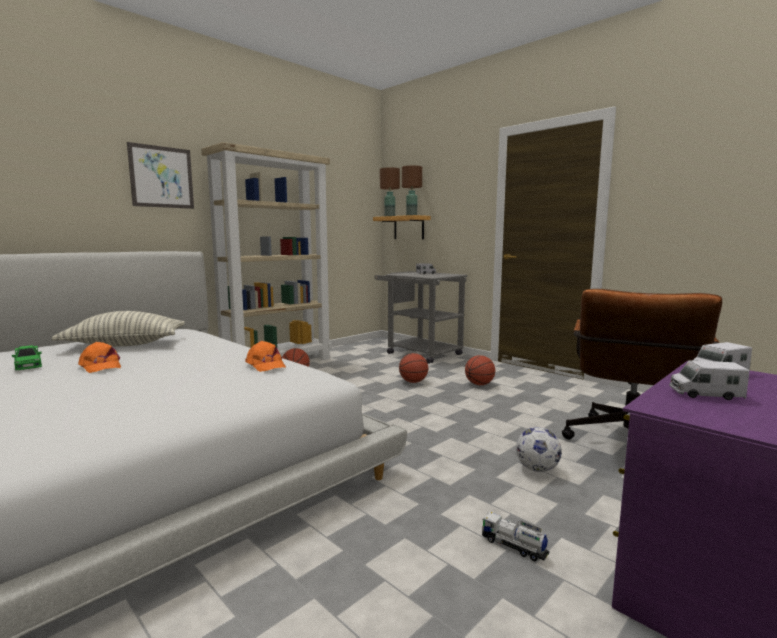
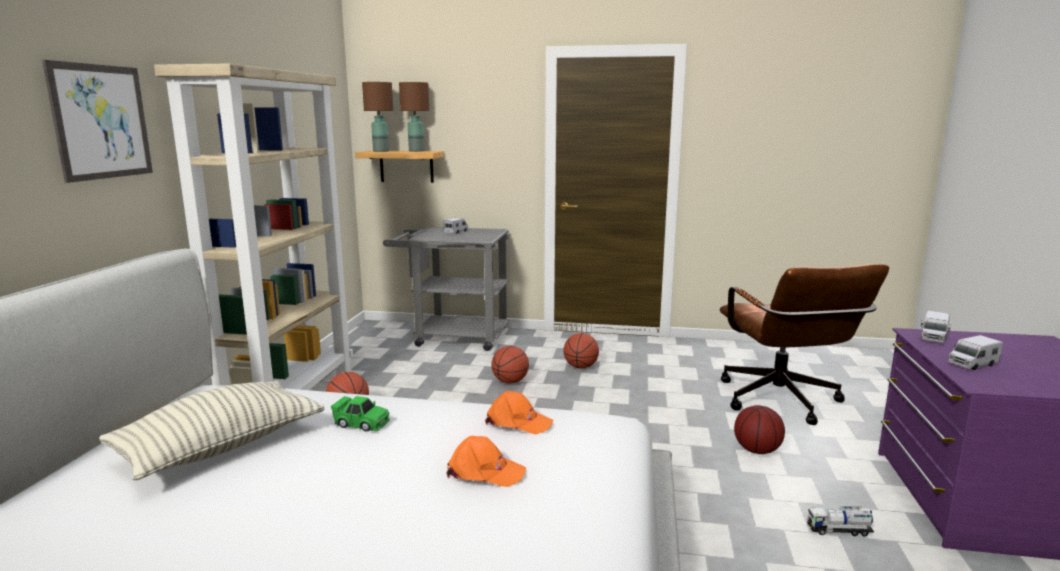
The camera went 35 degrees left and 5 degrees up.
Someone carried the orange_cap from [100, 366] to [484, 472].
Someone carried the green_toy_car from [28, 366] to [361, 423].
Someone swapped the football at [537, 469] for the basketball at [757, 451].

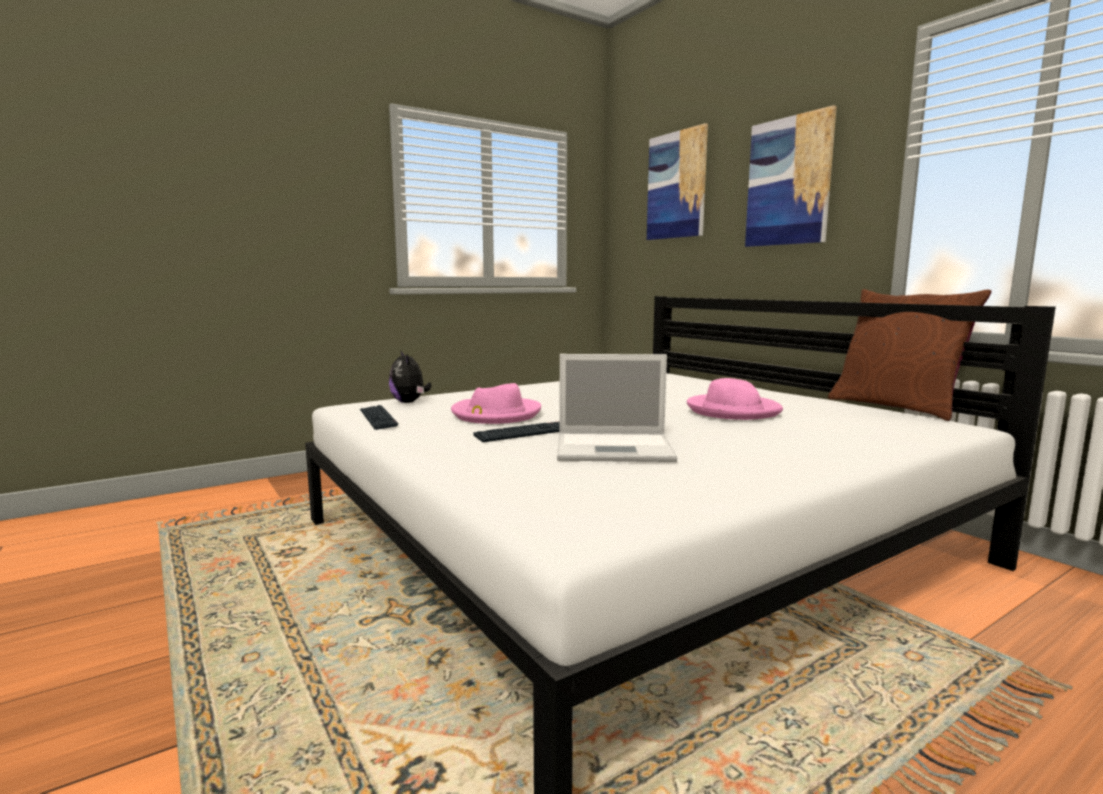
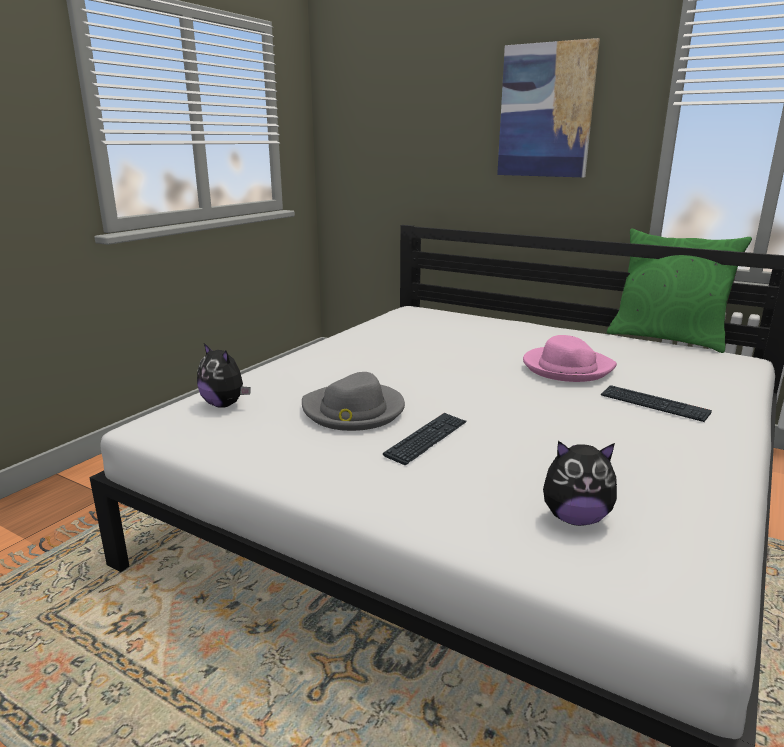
The camera went 25 degrees left and 10 degrees up.
Someone took away the picture at [676, 185].
Someone repainted the brown_pillow at [896, 407], which became the green_pillow at [667, 338].
Someone took away the laptop at [616, 448].
Someone repainted the pink_hat at [495, 414], which became the grey_hat at [353, 411].
Someone carried the keyboard from [378, 418] to [653, 405].
Someone put down the plush_toy at [575, 518].

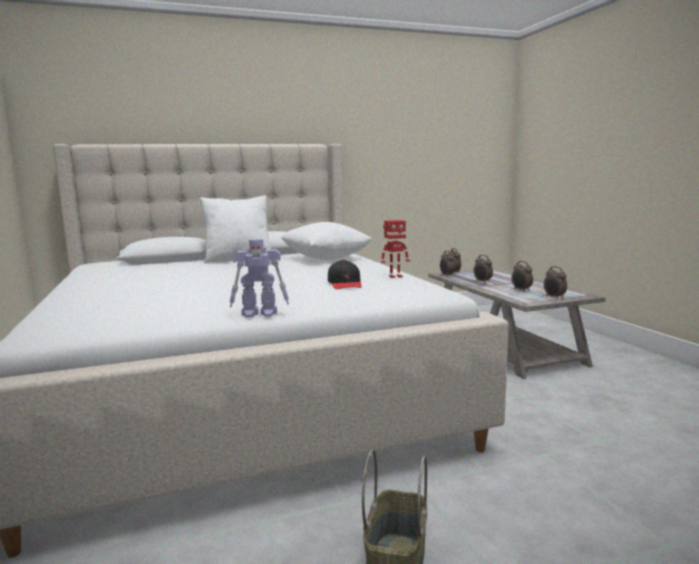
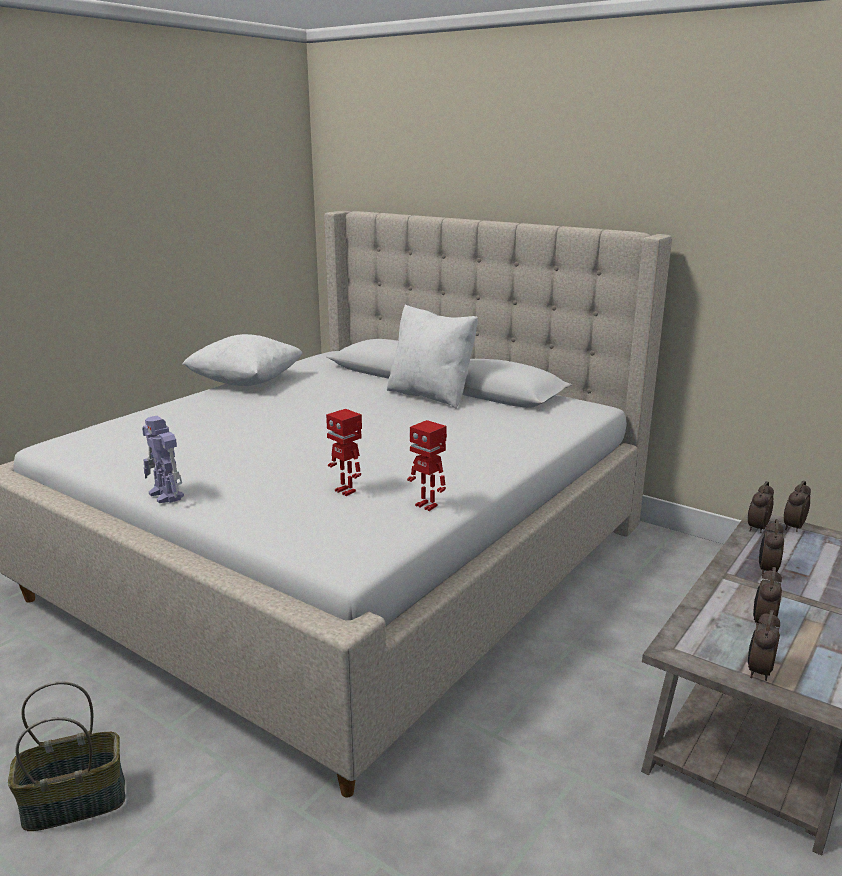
The camera went 55 degrees right and 10 degrees up.
Someone carried the white_pillow from [325, 259] to [246, 382].
Someone swapped the black_cap at [345, 284] for the toy_robot at [346, 491].

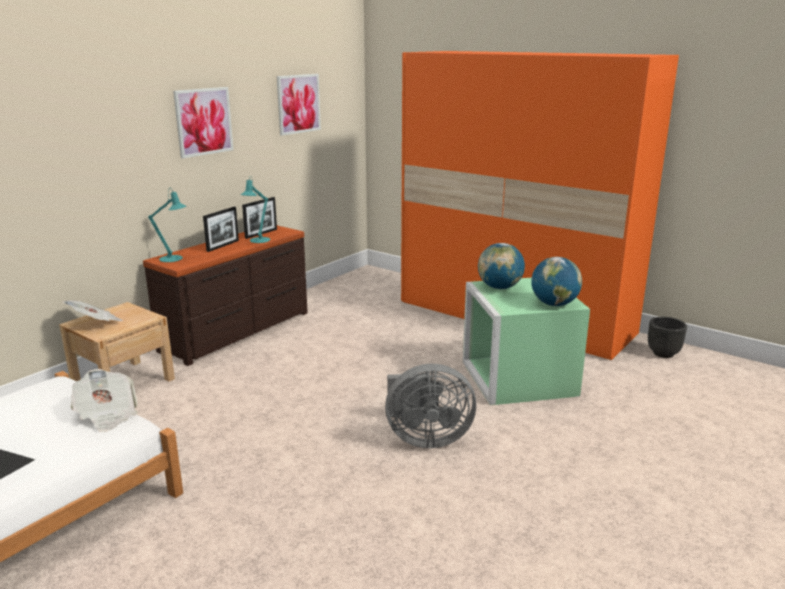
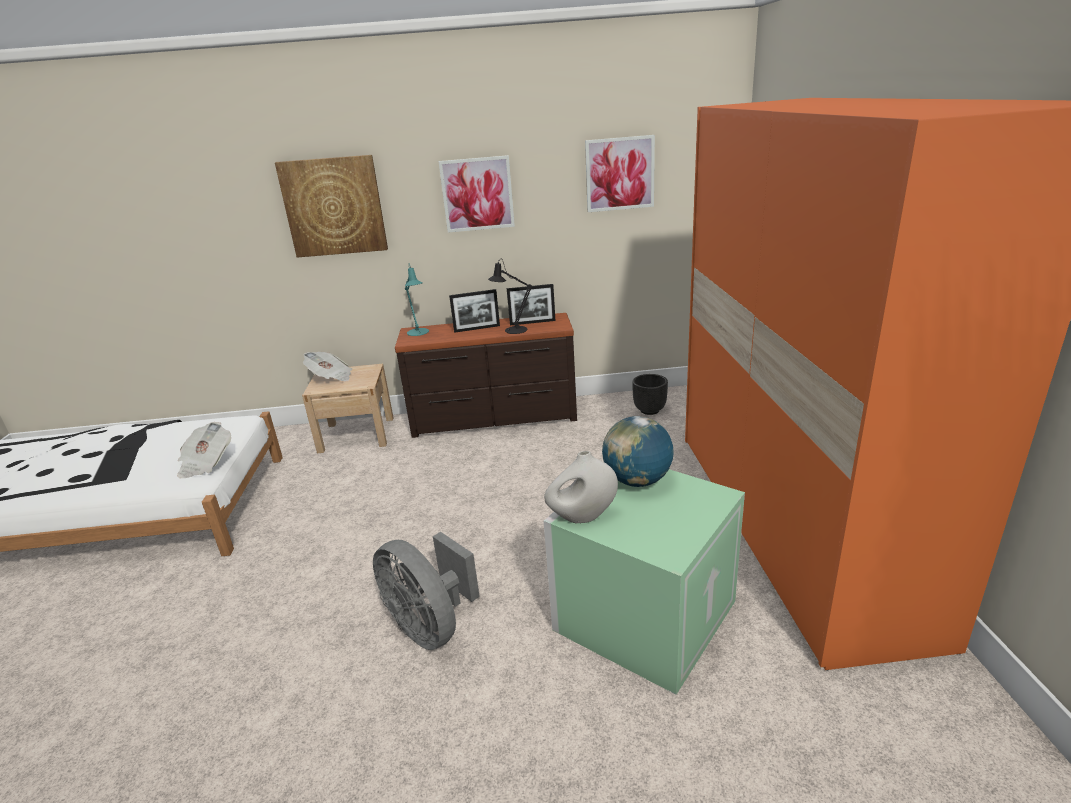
The camera went 50 degrees right and 5 degrees up.
Someone repainted the turquoise_table_lamp at [258, 241], which became the black_table_lamp at [512, 330].
Someone took away the globe at [554, 304].
Someone carried the black_planter from [663, 353] to [650, 410].
Someone put up the picture at [334, 206].
Someone put down the white_vase at [582, 517].

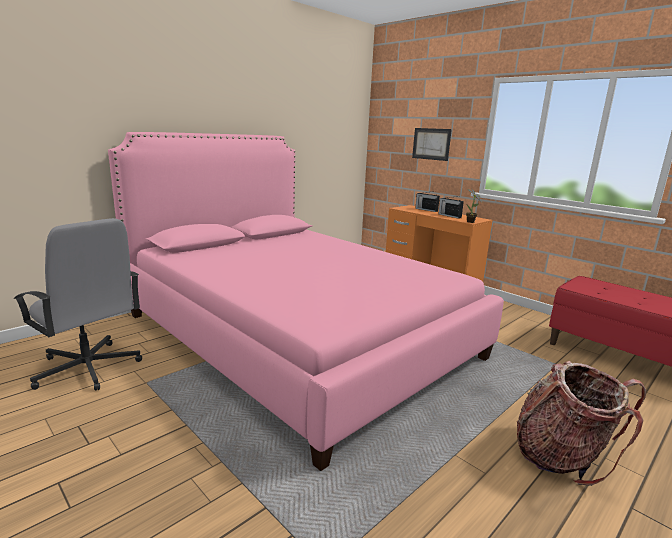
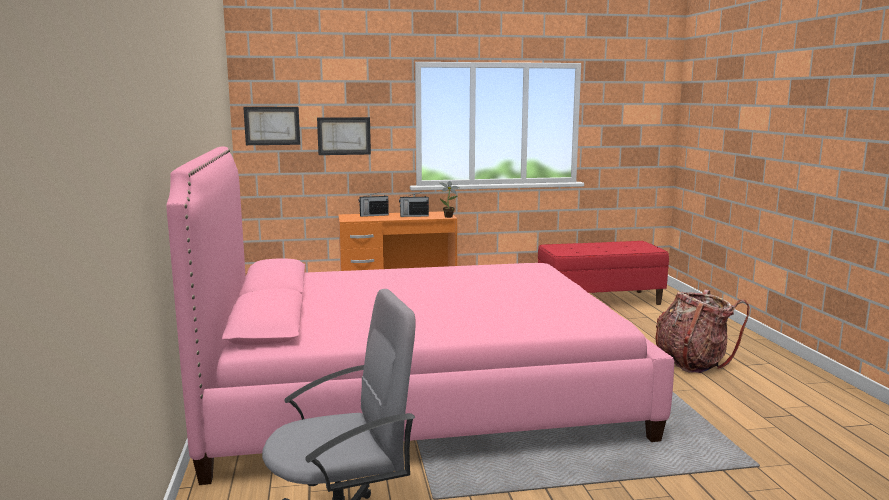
The camera went 55 degrees left and 5 degrees down.
Someone put up the picture at [272, 125].

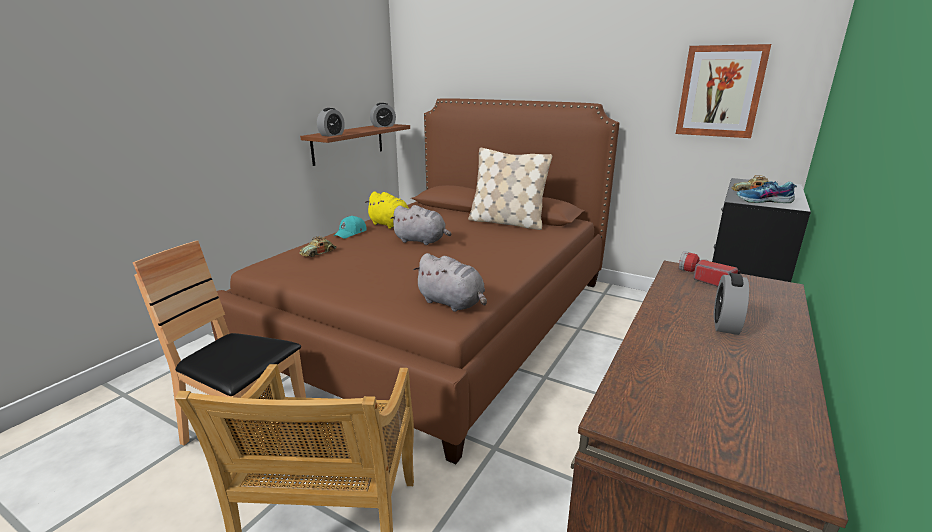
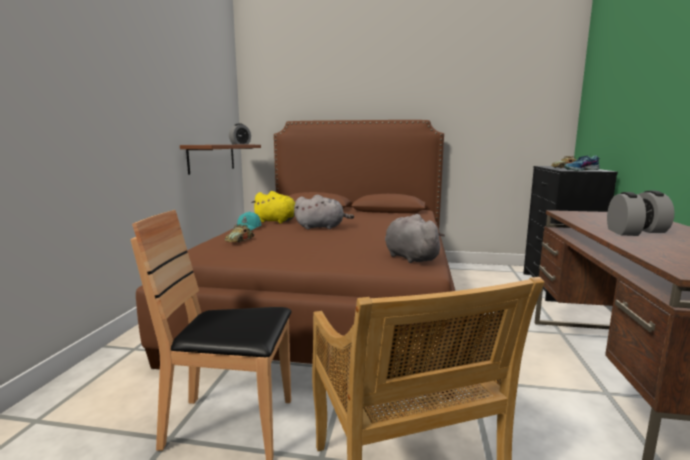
The camera went 20 degrees left and 10 degrees down.
Someone took away the picture at [720, 91].
Someone carried the alarm_clock from [332, 135] to [622, 232].
Someone took away the beige_pillow at [507, 222].
Someone took away the flashlight at [704, 278].
Someone rotated the grey_plush_toy at [452, 303] by 135 degrees counterclockwise.

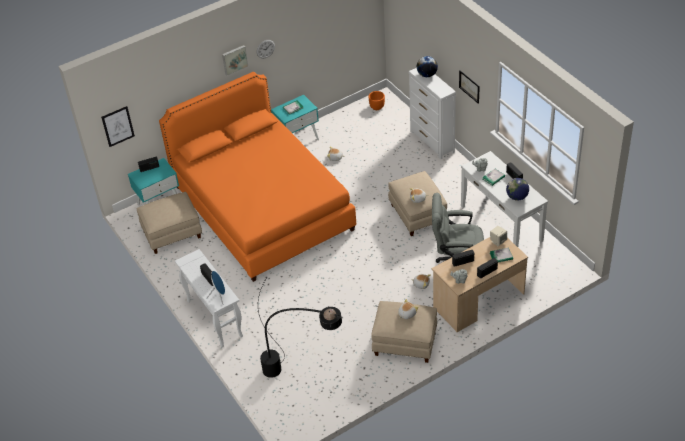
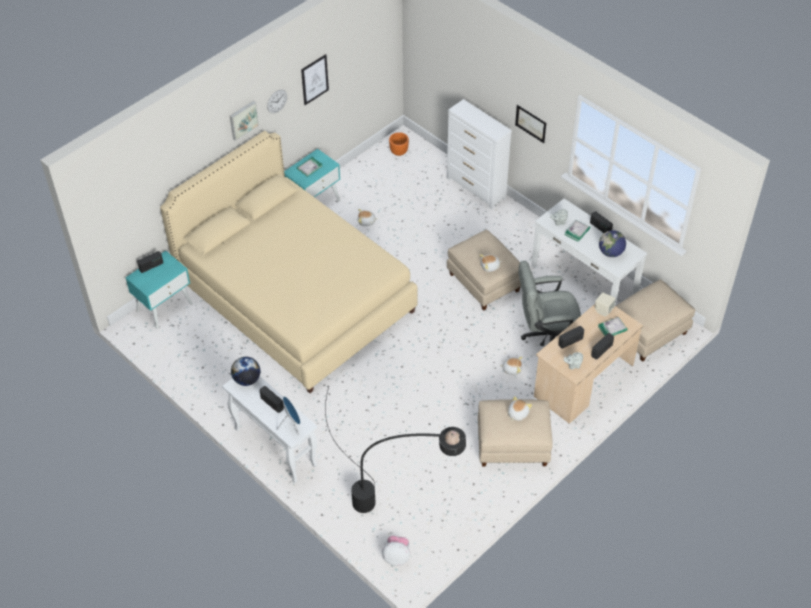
The camera went 15 degrees left and 5 degrees up.
Someone carried the globe from [427, 75] to [247, 379].
Someone repainted the orange_bed at [262, 208], which became the beige_bed at [295, 297].
Someone carried the picture from [118, 126] to [314, 79].
Someone carried the beige_ottoman from [172, 234] to [649, 333].
Someone put down the plush_toy at [396, 556].

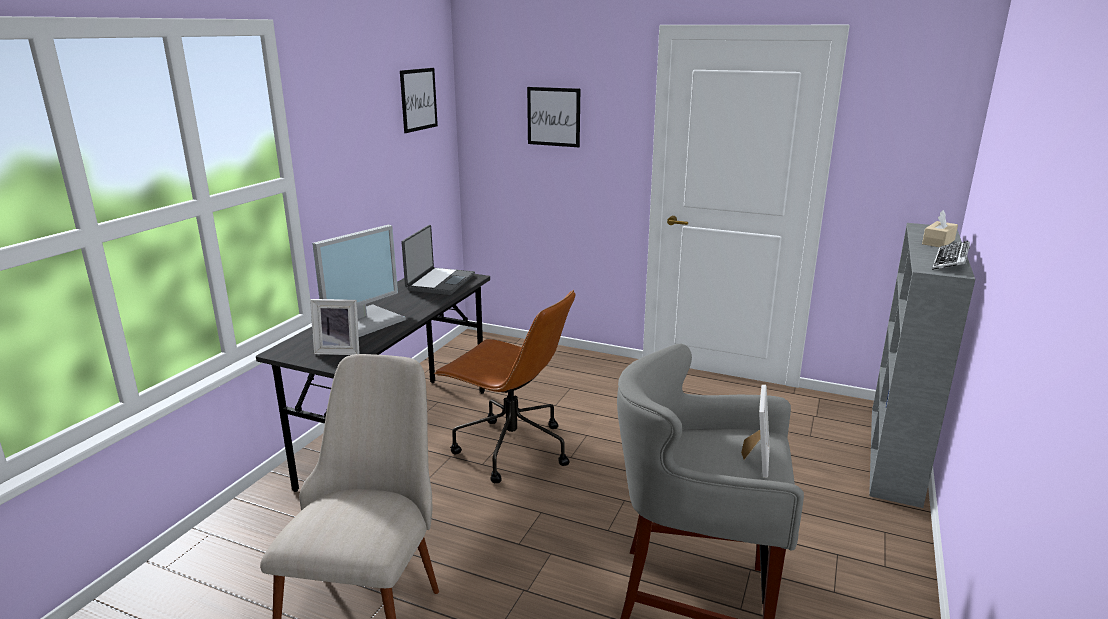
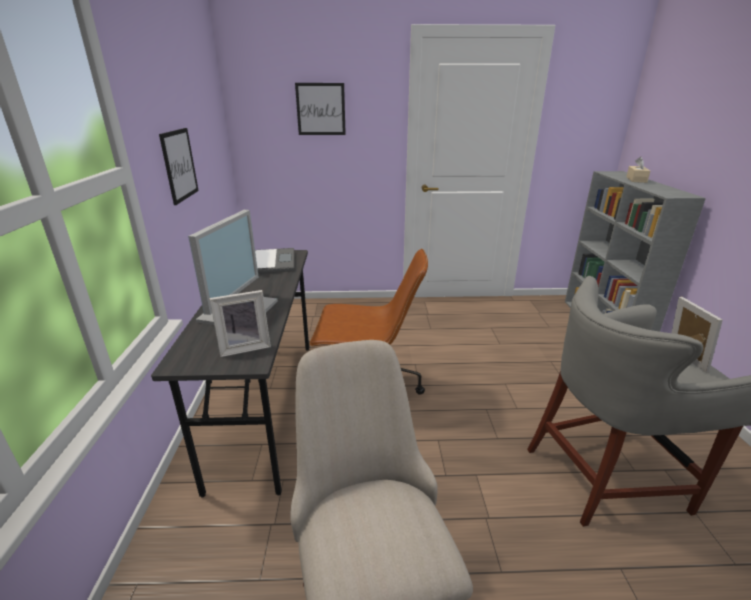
The camera went 25 degrees left and 5 degrees up.
Someone carried the picture from [418, 99] to [179, 165].
Someone took away the keyboard at [951, 261].

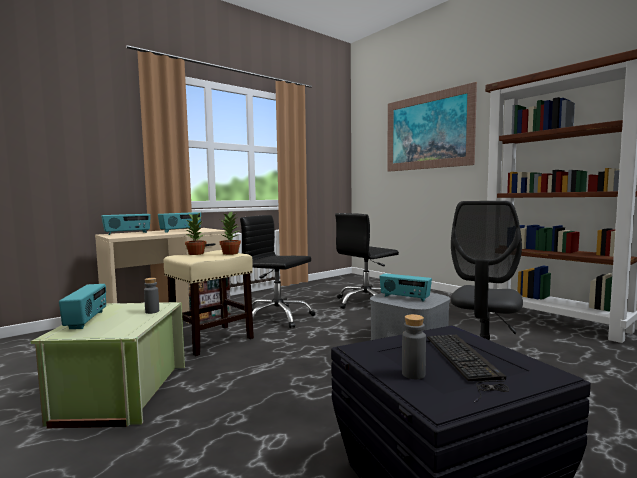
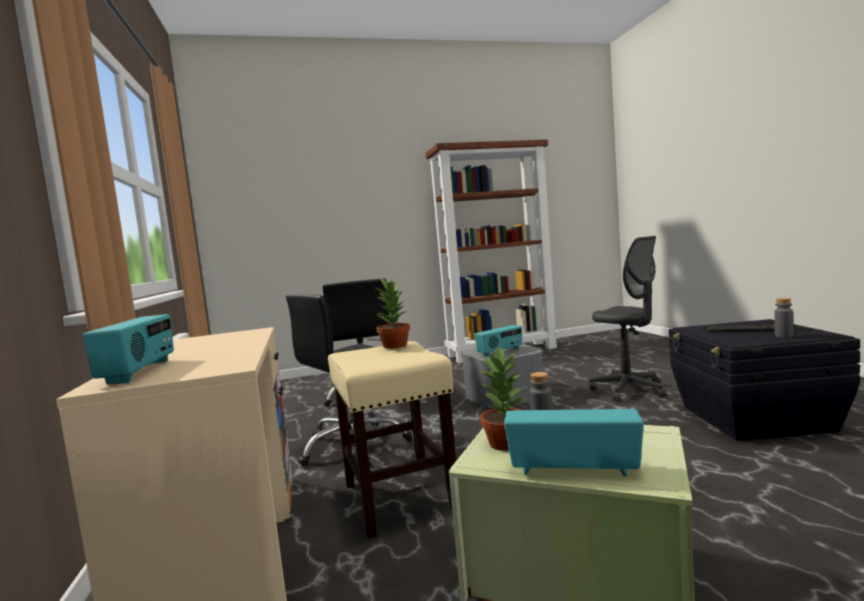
The camera went 65 degrees left and 0 degrees up.
Someone took away the picture at [427, 131].
Someone took away the radio at [181, 231].
Someone carried the potted_plant from [196, 254] to [507, 443].

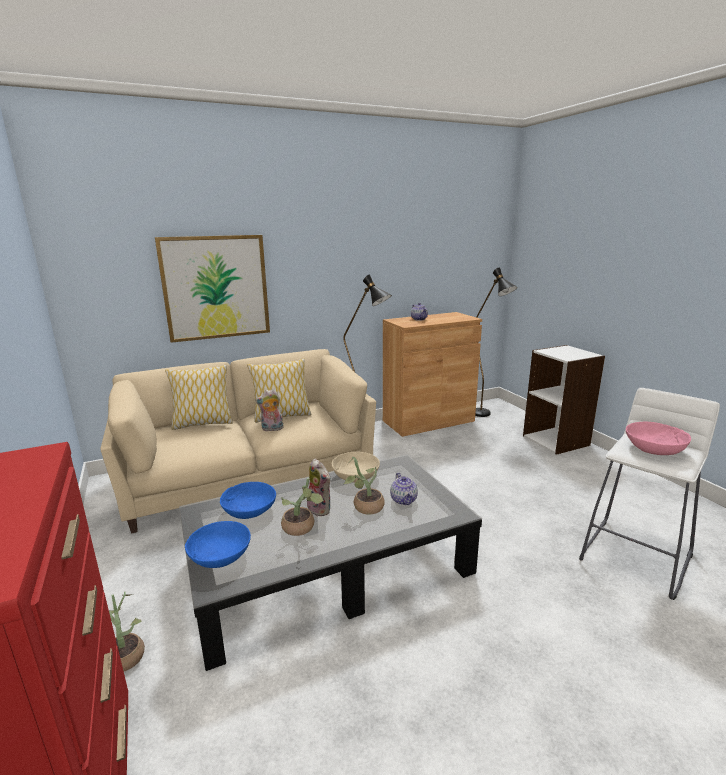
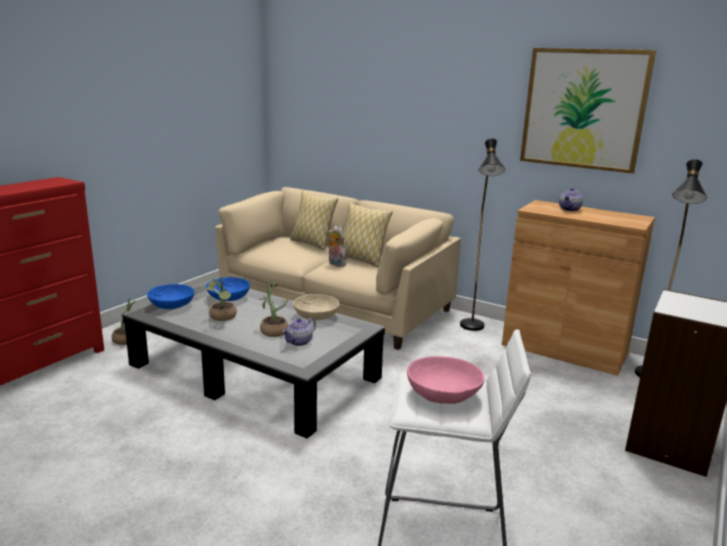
The camera went 55 degrees right and 0 degrees up.
Someone carried the picture from [216, 287] to [583, 109].
Someone took away the plush_toy at [321, 509].

